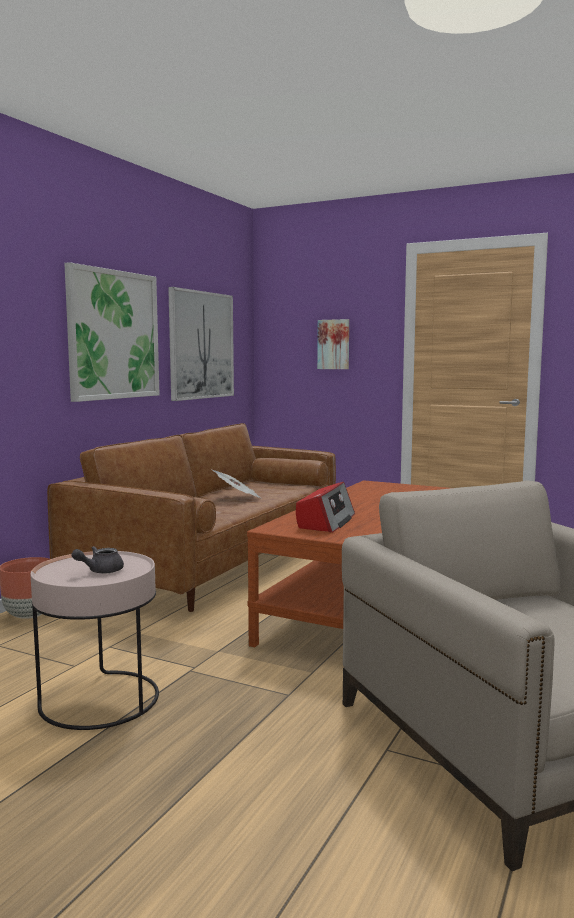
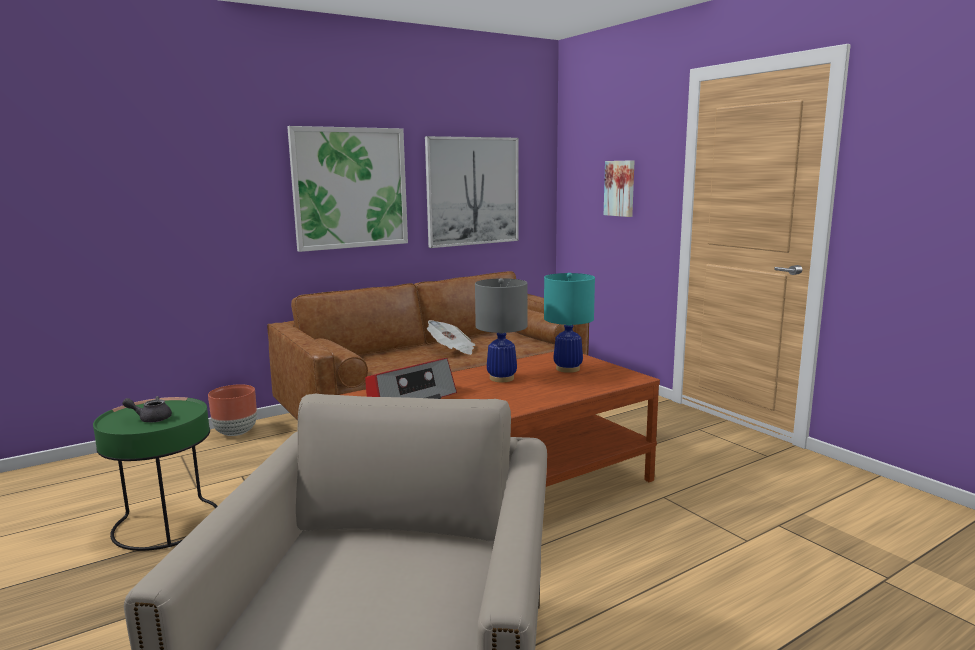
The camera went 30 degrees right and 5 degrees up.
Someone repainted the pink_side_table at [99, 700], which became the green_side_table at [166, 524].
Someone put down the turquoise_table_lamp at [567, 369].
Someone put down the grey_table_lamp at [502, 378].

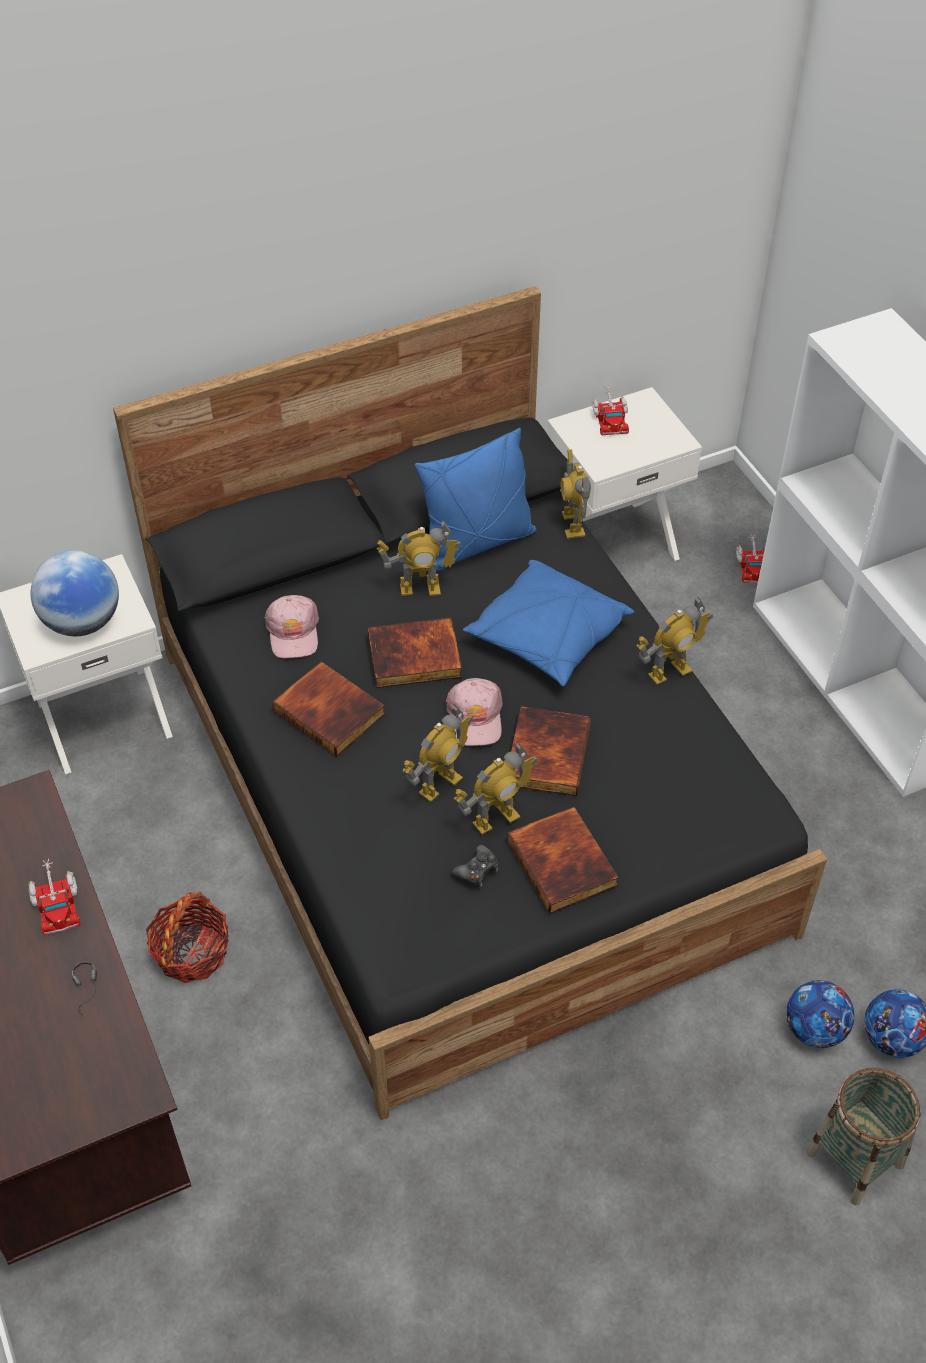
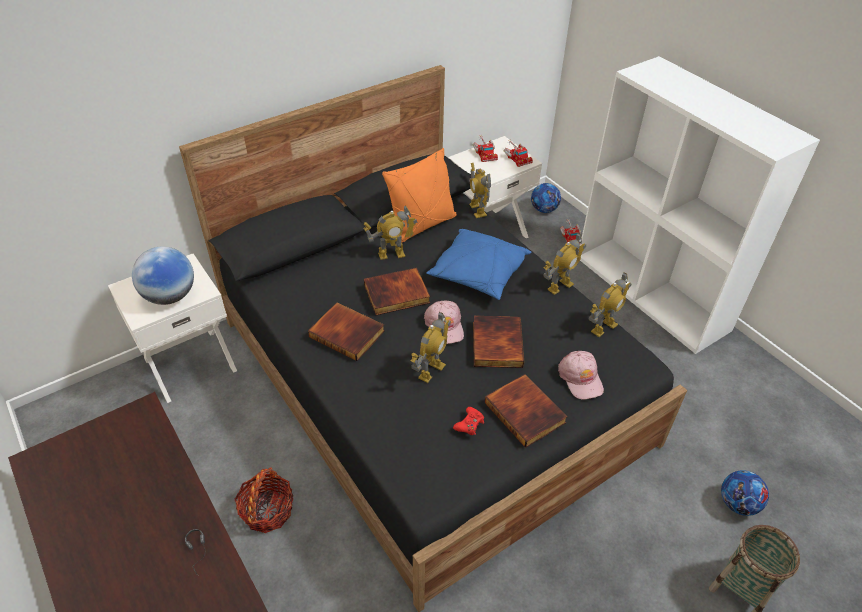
The camera went 10 degrees left and 5 degrees down.
Someone repainted the blue_pillow at [478, 543], which became the orange_pillow at [422, 225].
Someone carried the pink_cap from [293, 632] to [580, 378].
Someone carried the toy_robot from [495, 819] to [603, 327].
Someone repainted the black_game_controller at [477, 870], which became the red_game_controller at [469, 424].
Someone carried the toy_truck from [56, 902] to [516, 157].
Someone carried the football from [814, 1029] to [544, 209].

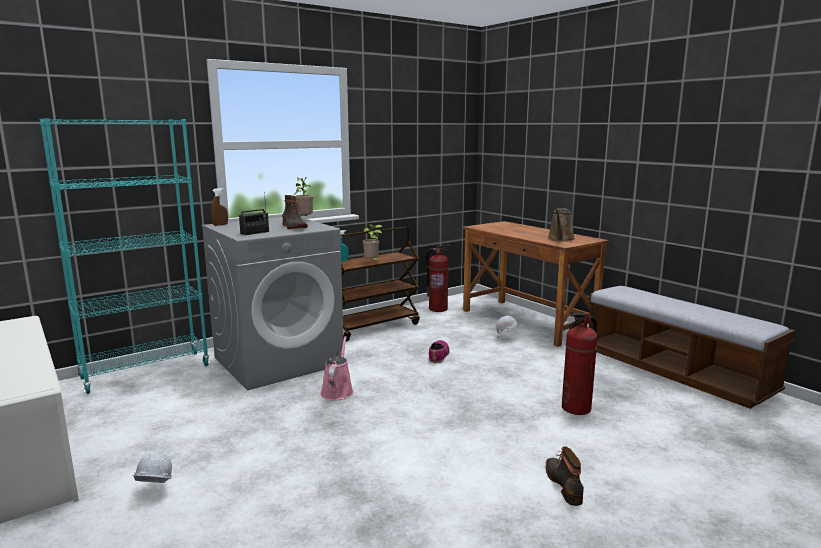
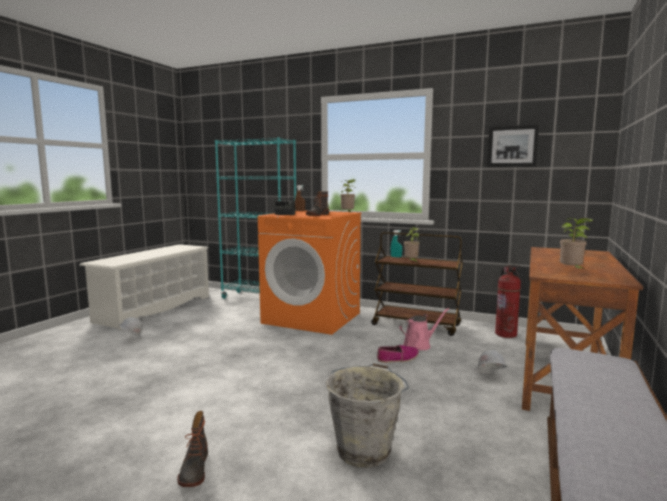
The camera went 60 degrees right and 5 degrees down.
Someone swapped the brown_watering_can at [560, 239] for the potted_plant at [572, 271].
Someone repainted the grey_washing_machine at [279, 361], which became the orange_washing_machine at [312, 318].
Someone swapped the fire_extinguisher at [576, 408] for the grey_bucket at [364, 449].
Someone carried the pink_watering_can from [337, 391] to [419, 345].
Someone rotated the boot at [565, 484] by 120 degrees clockwise.
Someone put up the picture at [512, 146].

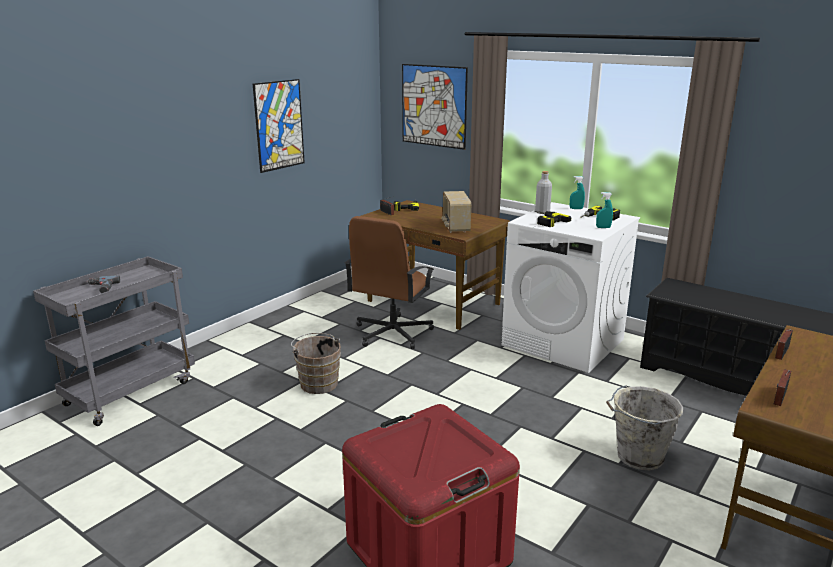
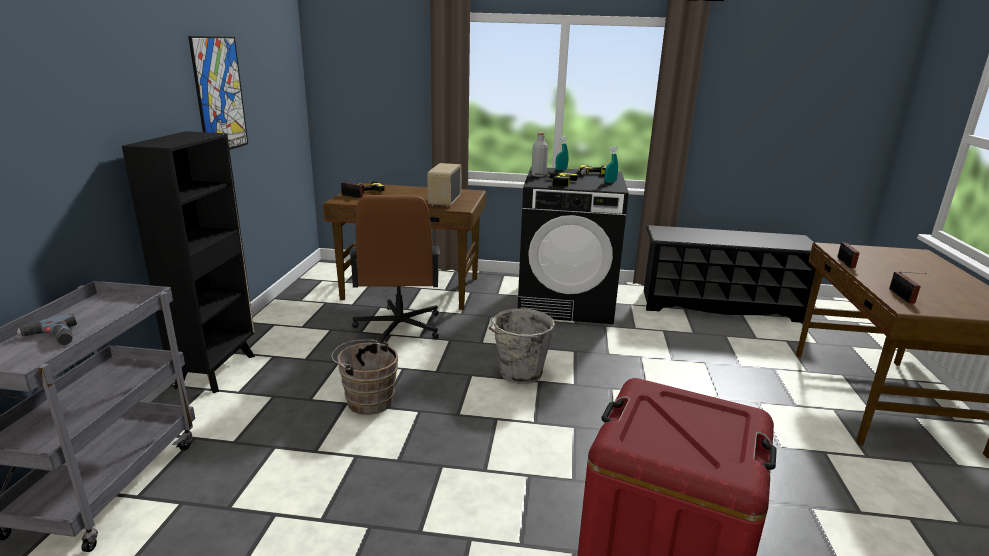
The camera went 30 degrees left and 0 degrees up.
Someone took away the picture at [433, 106].
Someone rotated the radio at [455, 227] by 45 degrees clockwise.
Someone repainted the white_washing_machine at [564, 342], which became the black_washing_machine at [566, 302].
Someone carried the grey_bucket from [637, 456] to [519, 373].
Someone put down the black_bookcase at [217, 370].

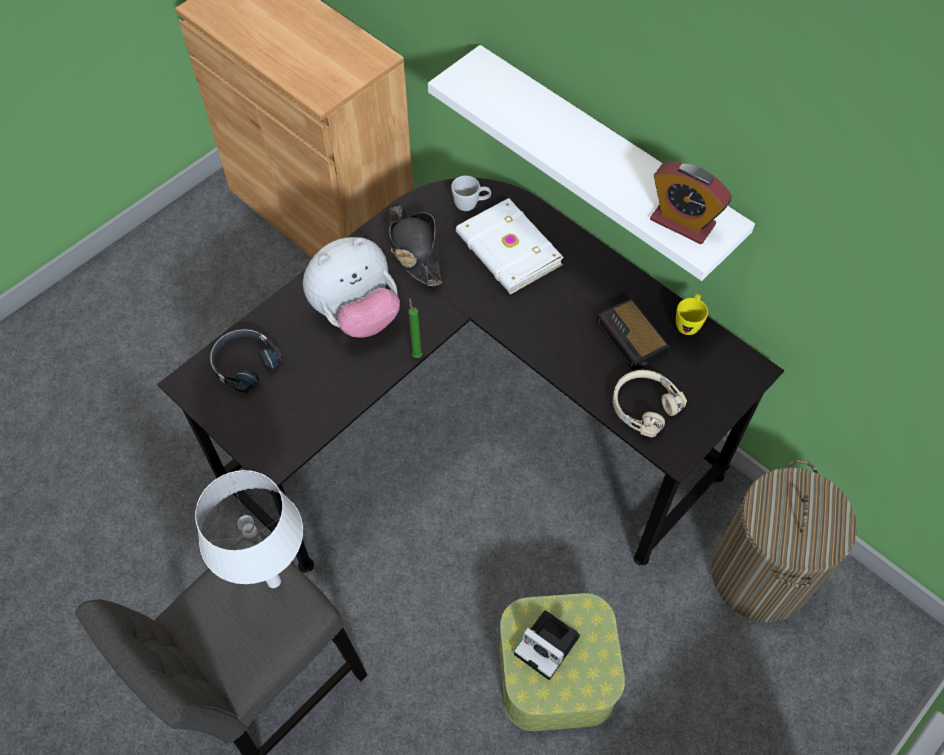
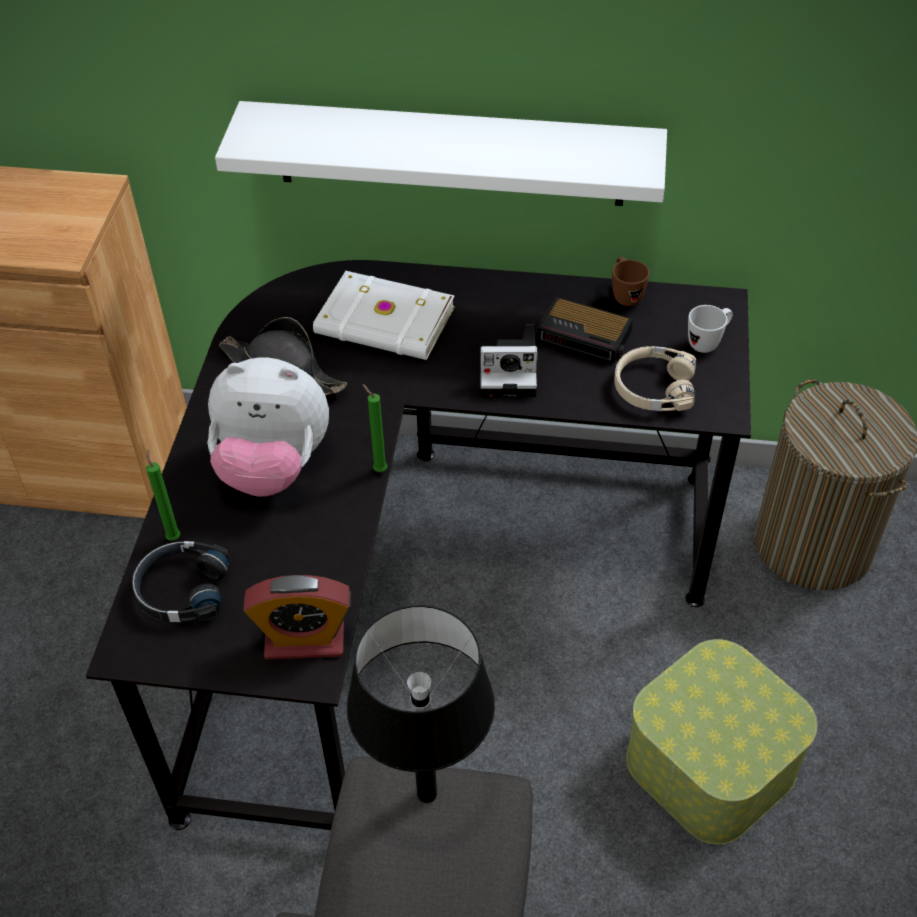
The camera went 35 degrees left and 10 degrees down.
Someone carried the alarm_clock from [682, 222] to [304, 640].
Someone carried the white_mug from [471, 205] to [708, 342].
Someone rotated the plush_toy at [357, 314] by 75 degrees clockwise.
Someone repainted the yellow_mug at [688, 323], which became the brown_mug at [625, 295].
Someone repainted the white_table_lamp at [274, 581], which became the black_table_lamp at [427, 793].
Someone carried the photo_camera from [549, 646] to [511, 371].
Someone put down the green_candle at [173, 536].

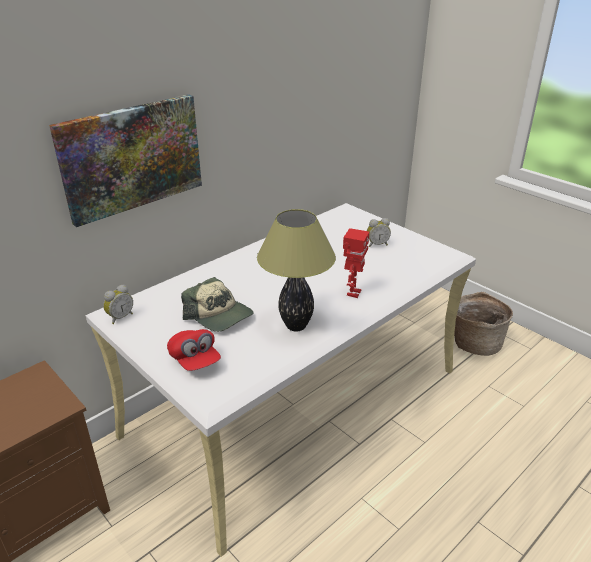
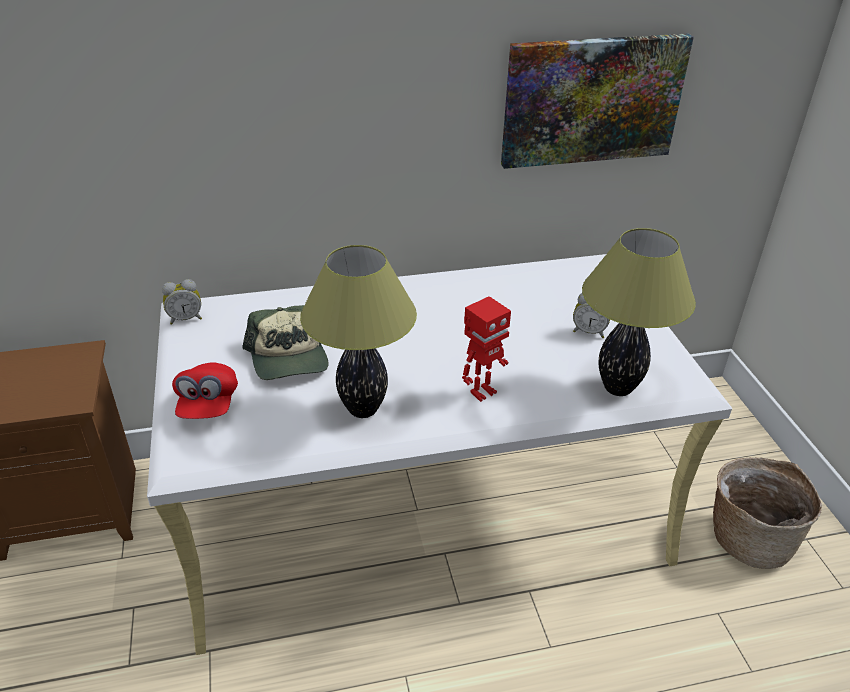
The camera went 30 degrees right and 5 degrees up.
Someone carried the picture from [132, 157] to [592, 100].
Someone put down the table_lamp at [617, 388].

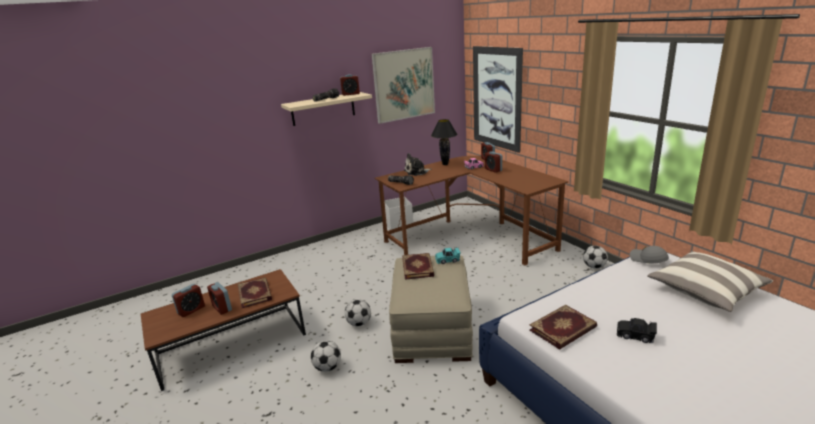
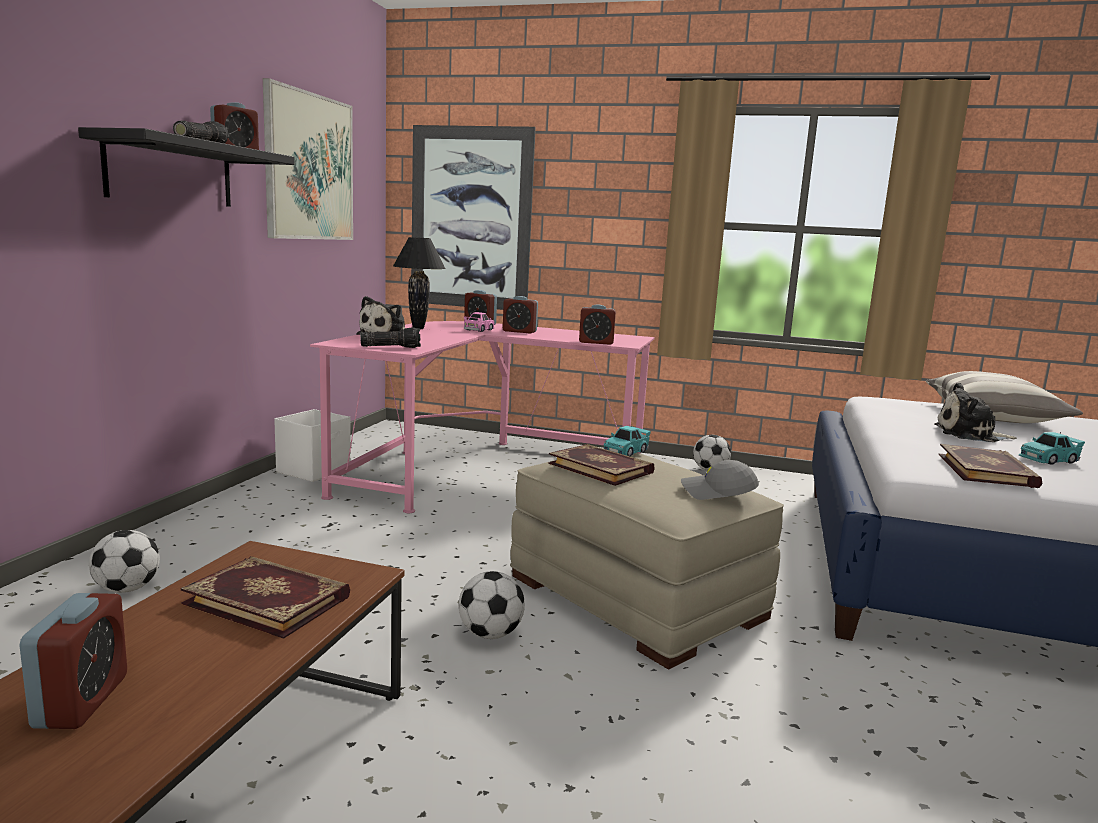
The camera went 45 degrees left and 10 degrees down.
Someone repainted the beige_shelf at [323, 109], which became the black_shelf at [171, 172].
Someone repainted the brown_desk at [470, 237], which became the pink_desk at [482, 466].
Someone carried the grey_cap from [647, 260] to [717, 493].
Someone carried the alarm_clock from [222, 308] to [596, 342].
Someone repainted the black_toy_car at [635, 335], which became the turquoise_toy_car at [1048, 460].
Someone carried the football from [327, 367] to [126, 589].
Someone put down the plush_toy at [970, 435].

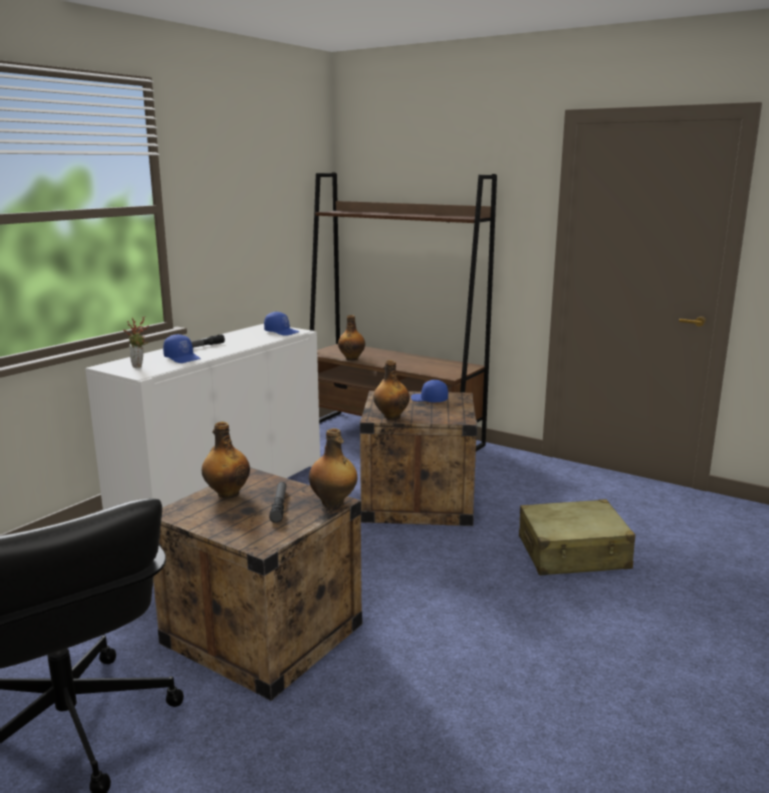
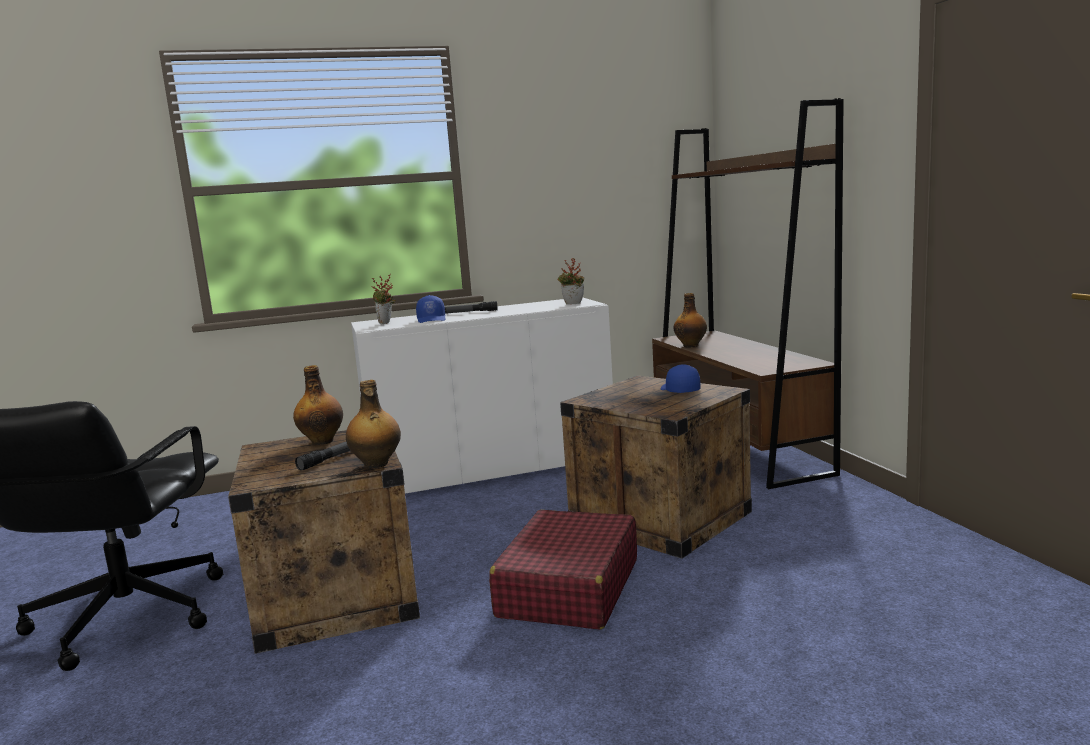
The camera went 40 degrees right and 5 degrees down.
Someone swapped the blue_cap at [282, 332] for the potted_plant at [572, 304].
Someone took away the bottle at [391, 416].
Someone took away the beige_suitcase at [573, 553].
Someone put down the red_suitcase at [568, 588].

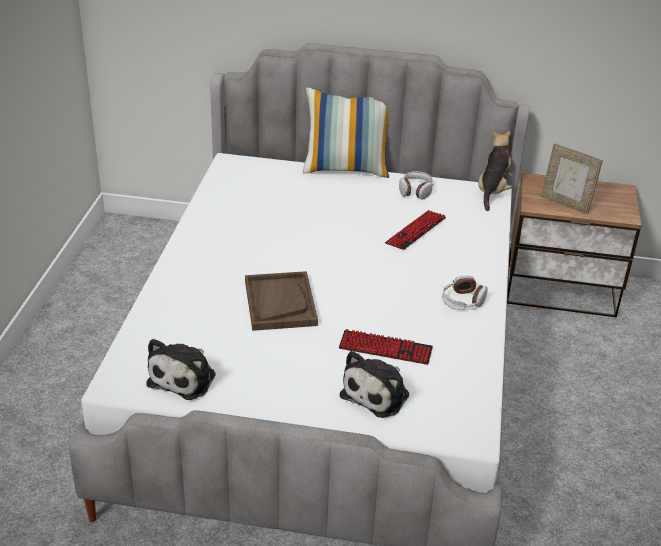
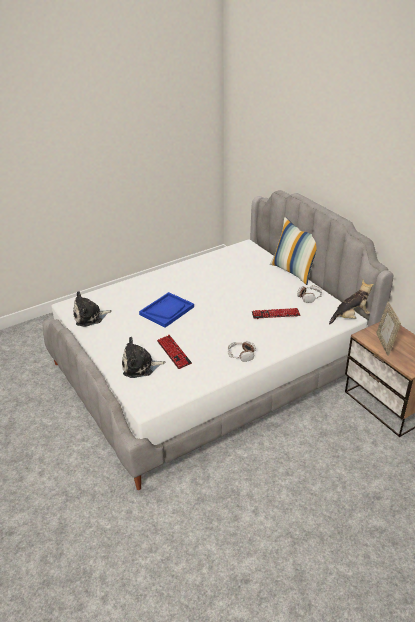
The camera went 50 degrees right and 0 degrees up.
Someone repainted the brown_tray at [280, 303], which became the blue_tray at [167, 311].

